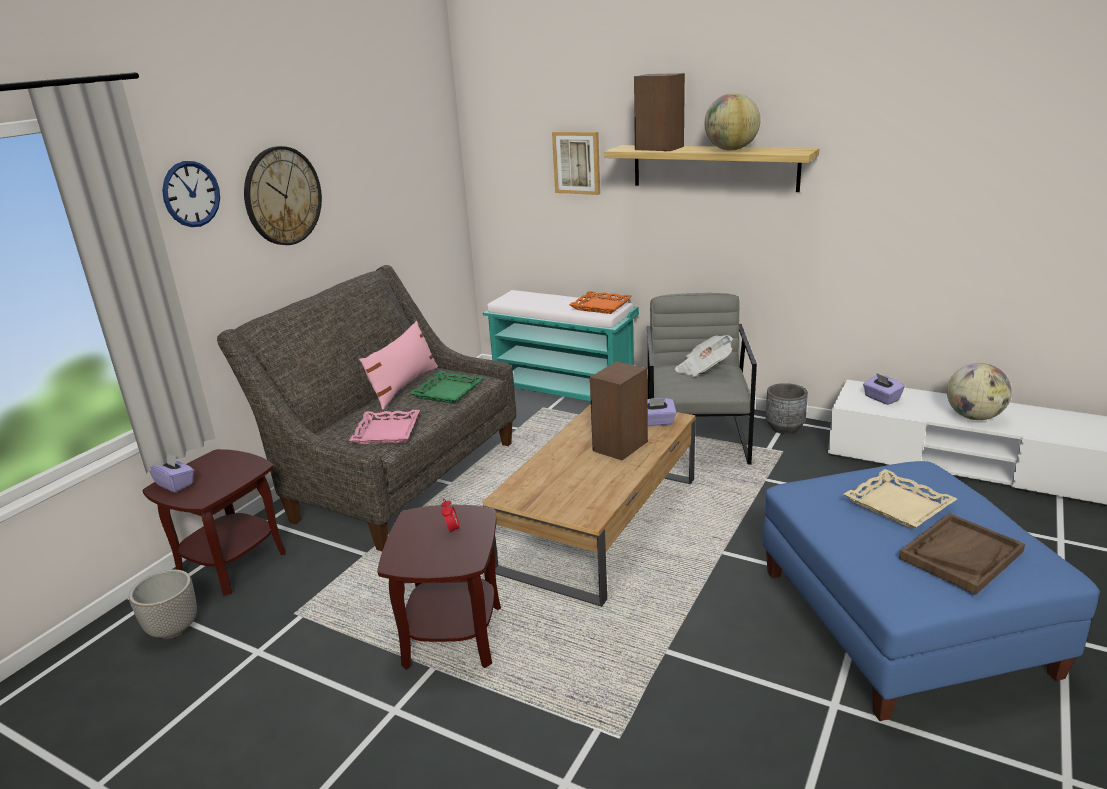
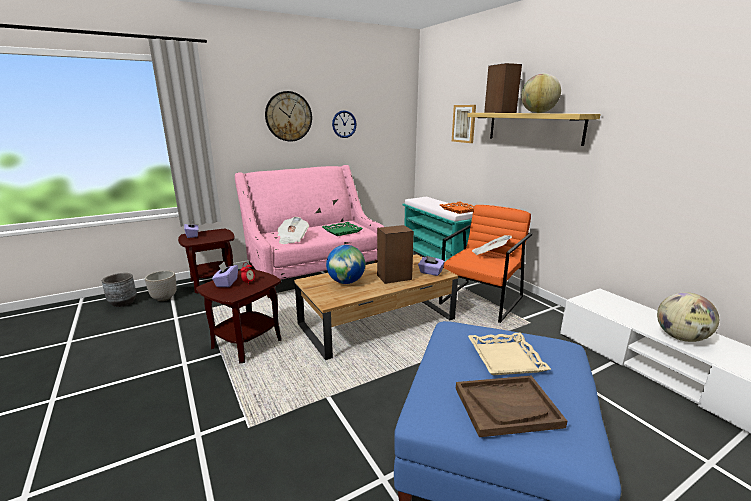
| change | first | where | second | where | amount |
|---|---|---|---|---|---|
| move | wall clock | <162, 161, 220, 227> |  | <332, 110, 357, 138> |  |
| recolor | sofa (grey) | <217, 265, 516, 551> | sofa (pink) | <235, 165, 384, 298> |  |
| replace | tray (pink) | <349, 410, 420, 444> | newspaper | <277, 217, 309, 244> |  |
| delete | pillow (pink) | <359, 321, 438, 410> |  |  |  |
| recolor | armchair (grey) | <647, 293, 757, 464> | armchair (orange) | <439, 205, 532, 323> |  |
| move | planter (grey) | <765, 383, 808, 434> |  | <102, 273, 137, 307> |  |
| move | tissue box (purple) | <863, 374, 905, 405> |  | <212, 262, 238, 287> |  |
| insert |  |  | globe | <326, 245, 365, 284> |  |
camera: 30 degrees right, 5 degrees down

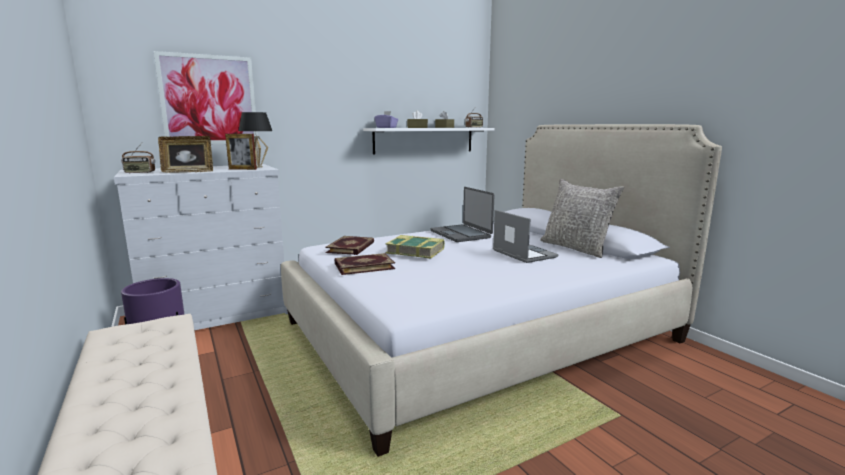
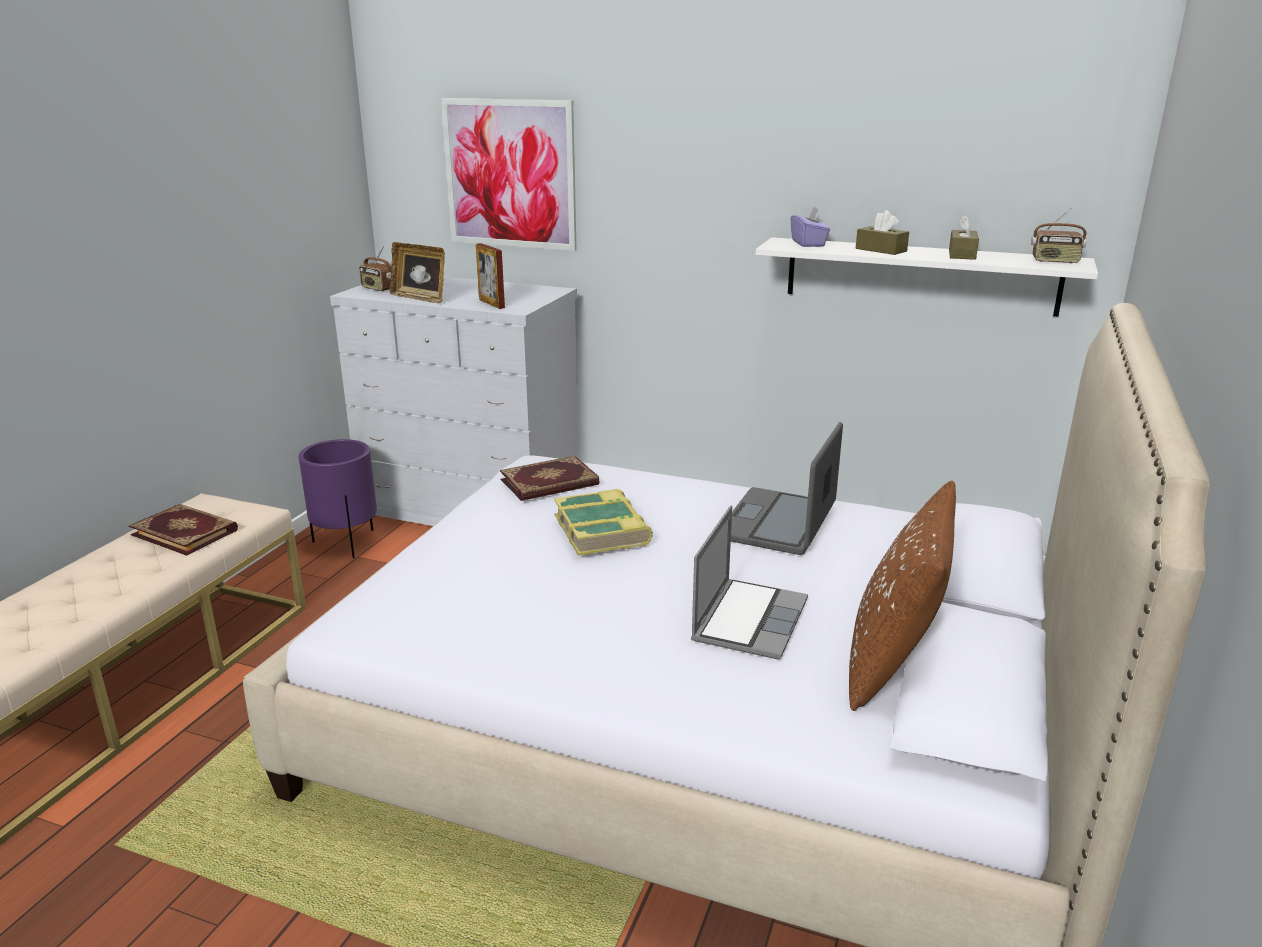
| change | first | where | second | where | amount |
|---|---|---|---|---|---|
| delete | table lamp (black) | <239, 112, 272, 168> |  |  |  |
| move | book | <335, 253, 395, 275> |  | <129, 504, 238, 556> |  |
| recolor | pillow (grey) | <540, 179, 624, 258> | pillow (brown) | <849, 481, 956, 711> |  |
camera: 50 degrees right, 10 degrees up

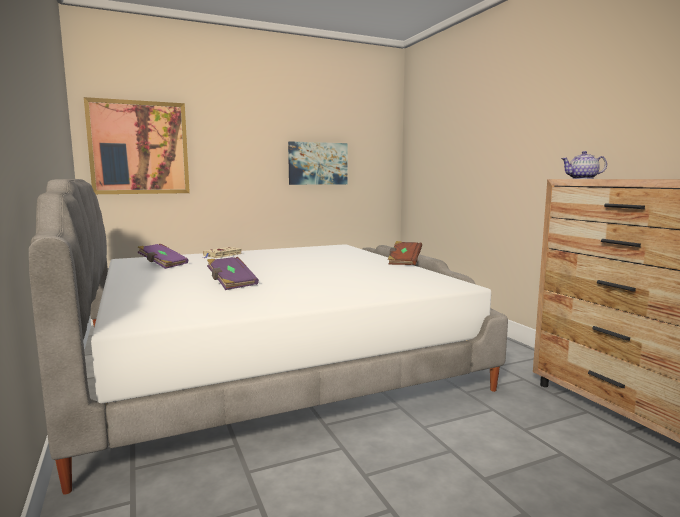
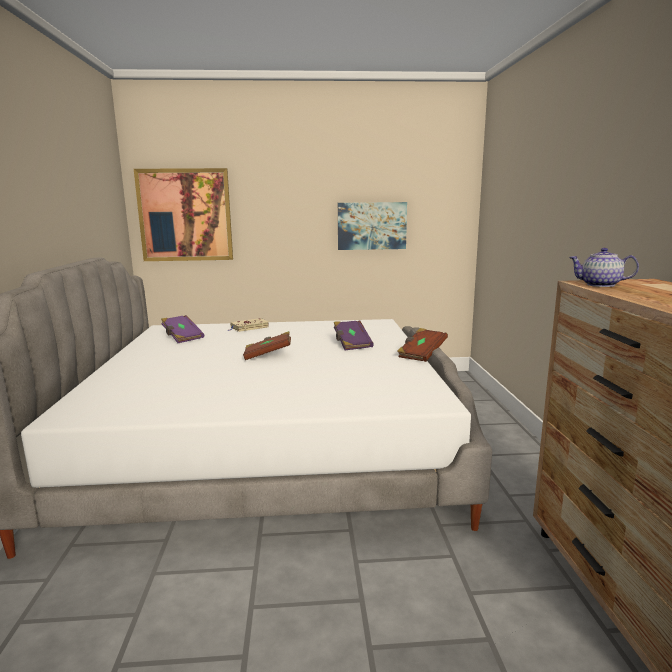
| change | first | where | second | where | amount |
|---|---|---|---|---|---|
| move | book (purple) | <207, 257, 259, 290> |  | <334, 320, 374, 350> |  |
| insert |  |  | book (brown) | <243, 331, 291, 360> |  |
camera: 20 degrees right, 5 degrees up

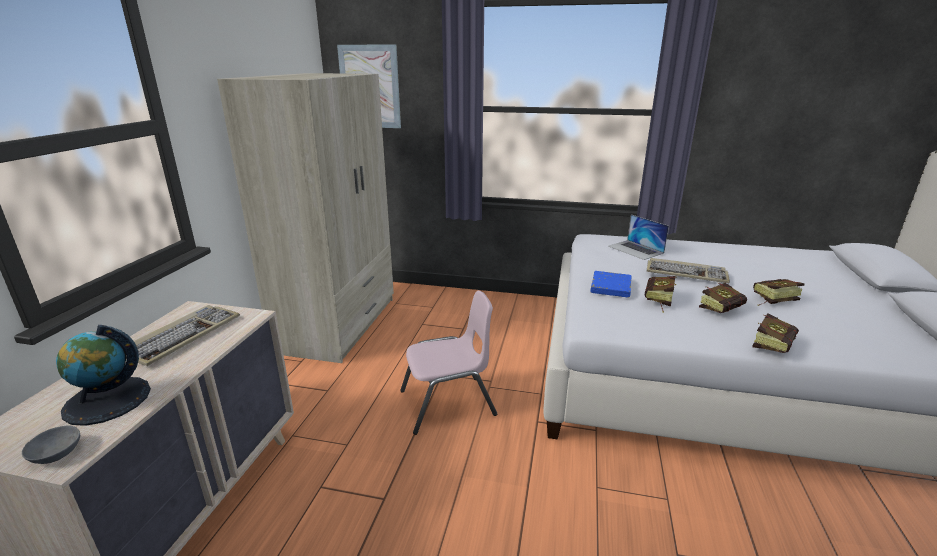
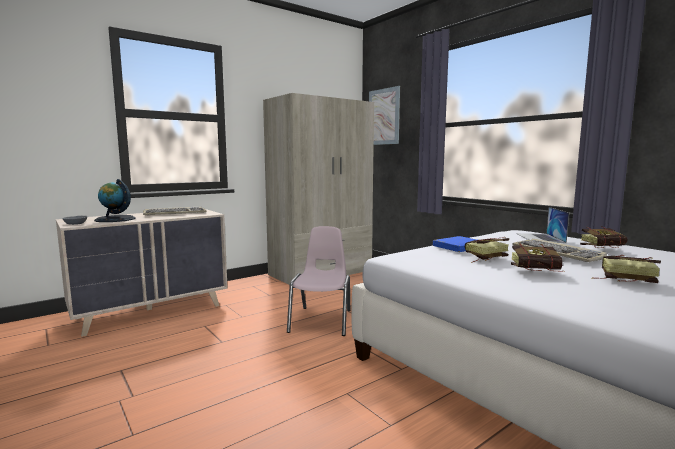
| change | first | where | second | where | amount |
|---|---|---|---|---|---|
| rotate | chair (pink) | <400, 290, 497, 435> |  | <287, 226, 350, 336> | 105 degrees counterclockwise |
| move | book | <753, 314, 799, 353> |  | <580, 226, 627, 248> |  |
camera: 40 degrees right, 15 degrees down

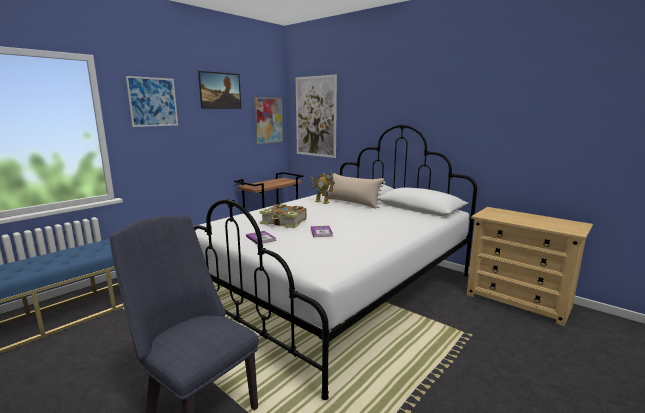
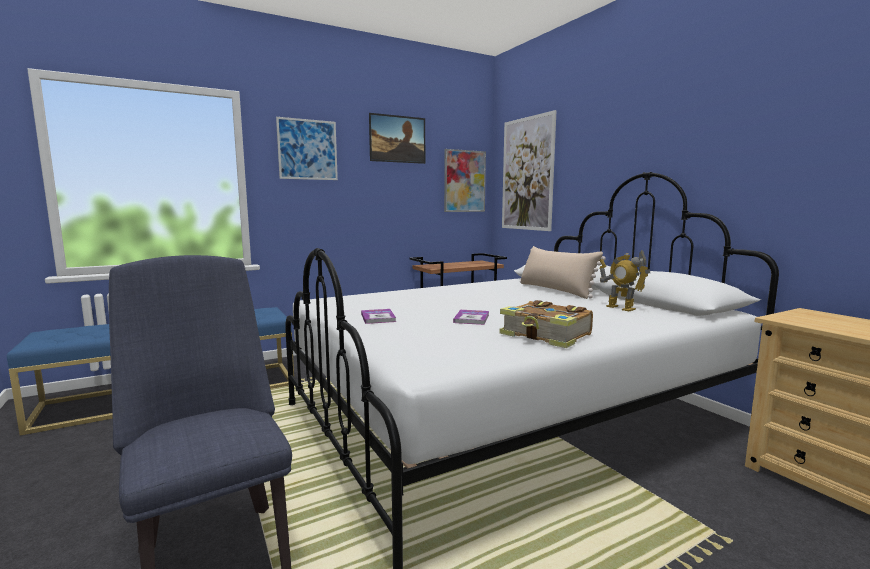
| change | first | where | second | where | amount |
|---|---|---|---|---|---|
| move | book | <260, 204, 307, 228> |  | <500, 300, 593, 348> |  |
| move | toy robot | <311, 172, 335, 204> |  | <599, 250, 650, 311> |  |
camera: 20 degrees right, 5 degrees down

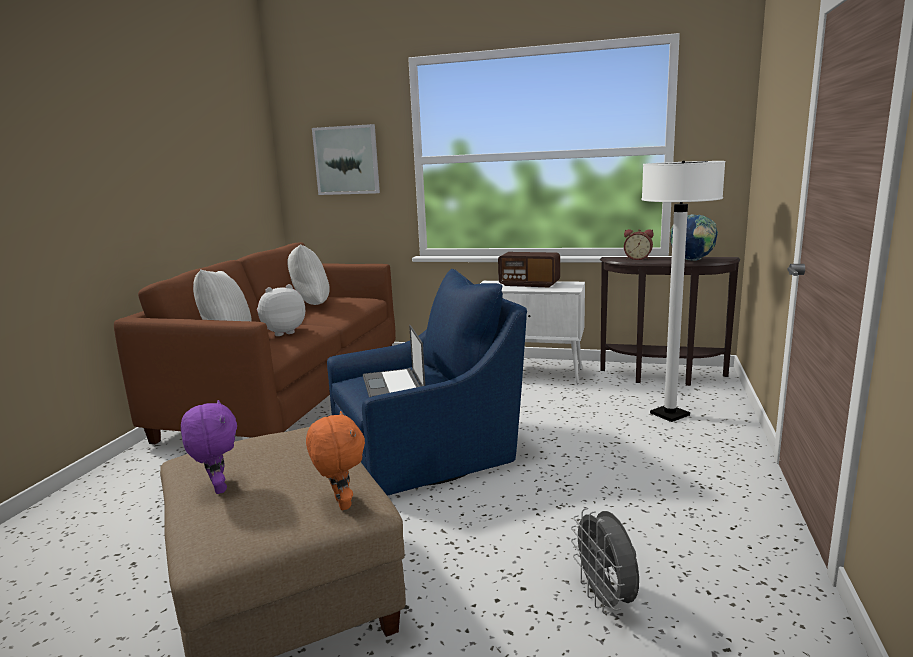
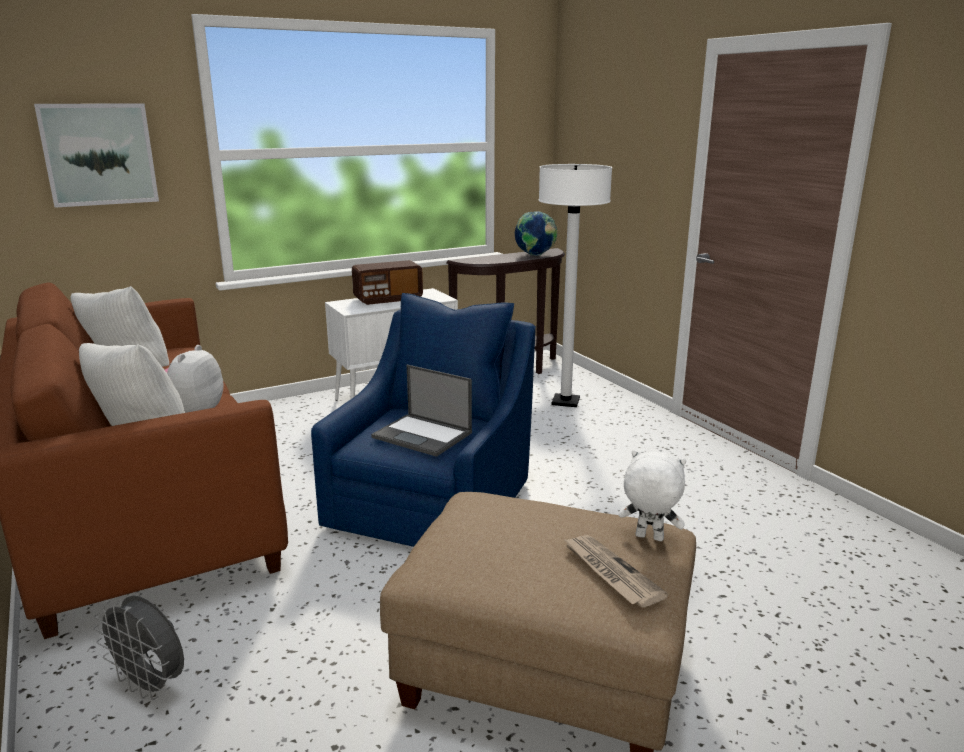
| change | first | where | second | where | amount |
|---|---|---|---|---|---|
| delete | plush toy (purple) | <181, 400, 237, 494> |  |  |  |
| recolor | plush toy (orange) | <306, 411, 365, 510> | plush toy (white) | <618, 450, 686, 541> |  |
| move | fan (grey) | <571, 508, 639, 614> |  | <94, 596, 184, 700> |  |
| delete | alarm clock | <624, 229, 654, 260> |  |  |  |
| insert |  |  | newspaper | <564, 535, 668, 608> |  |
camera: 45 degrees left, 5 degrees up

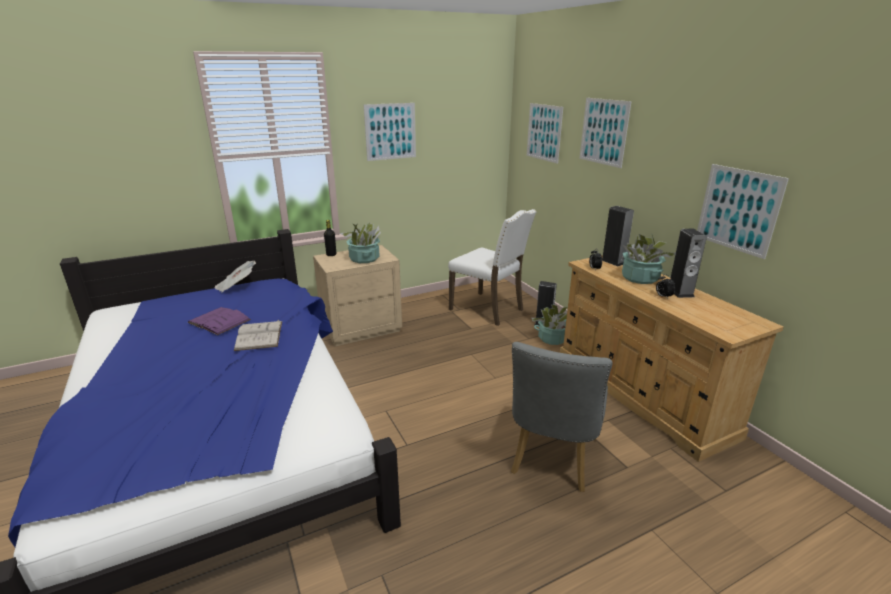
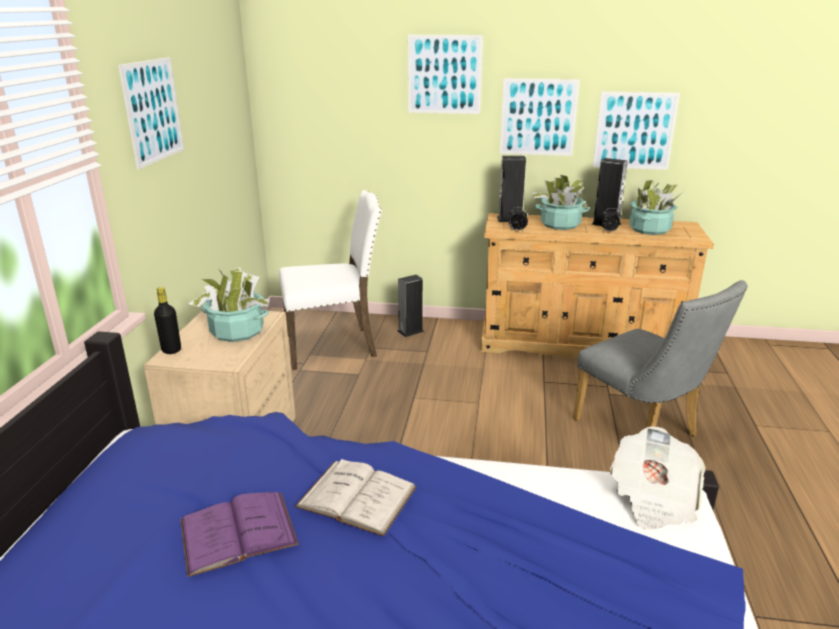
| change | first | where | second | where | amount |
|---|---|---|---|---|---|
| move | newspaper | <214, 261, 256, 293> |  | <610, 426, 706, 530> |  |
| move | picture | <527, 103, 563, 164> |  | <500, 78, 580, 156> |  |
| move | potted plant | <532, 304, 568, 345> |  | <629, 179, 683, 235> |  |
camera: 55 degrees left, 0 degrees up

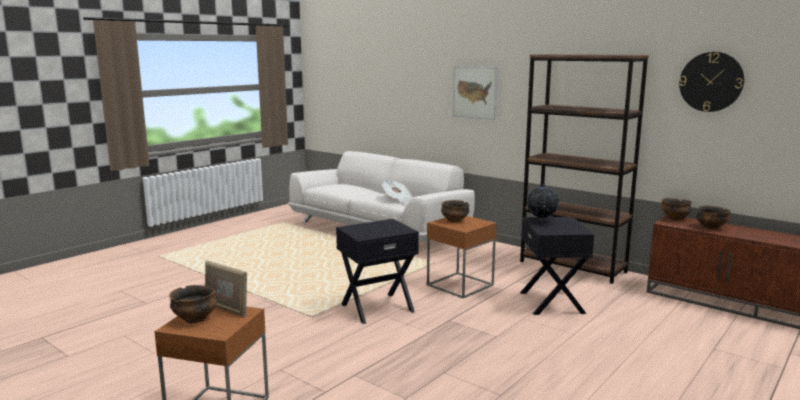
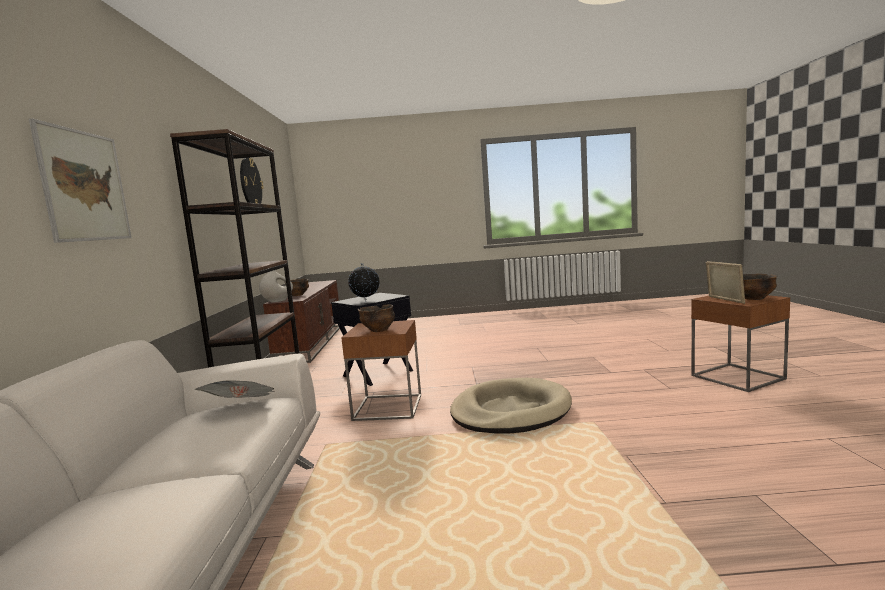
| change | first | where | second | where | amount |
|---|---|---|---|---|---|
| replace | side table (black) | <336, 219, 419, 324> | dog bed (beige) | <450, 378, 572, 434> |  |
| replace | bowl | <661, 198, 692, 220> | vase (white) | <259, 270, 293, 302> |  |
camera: 130 degrees left, 5 degrees down

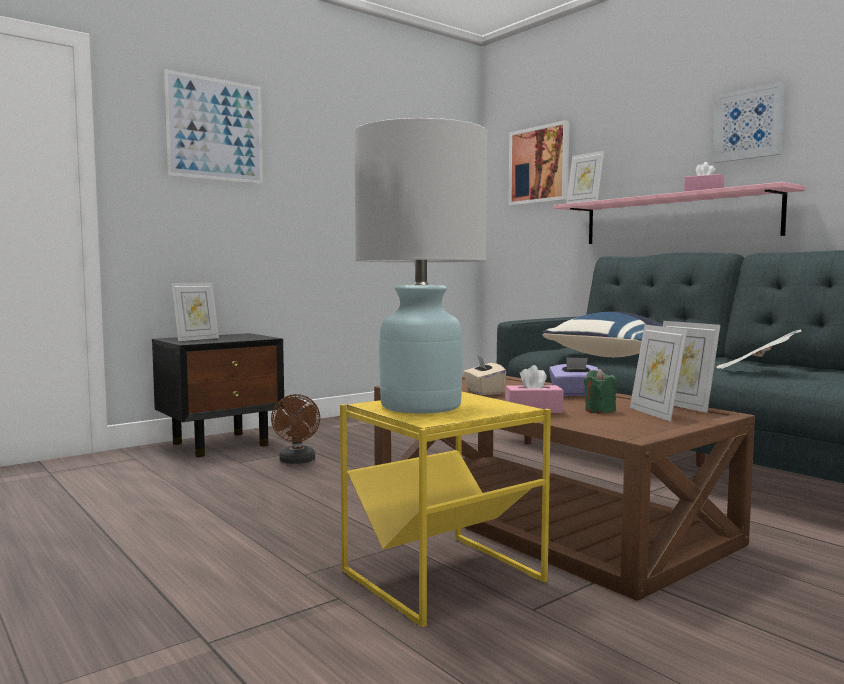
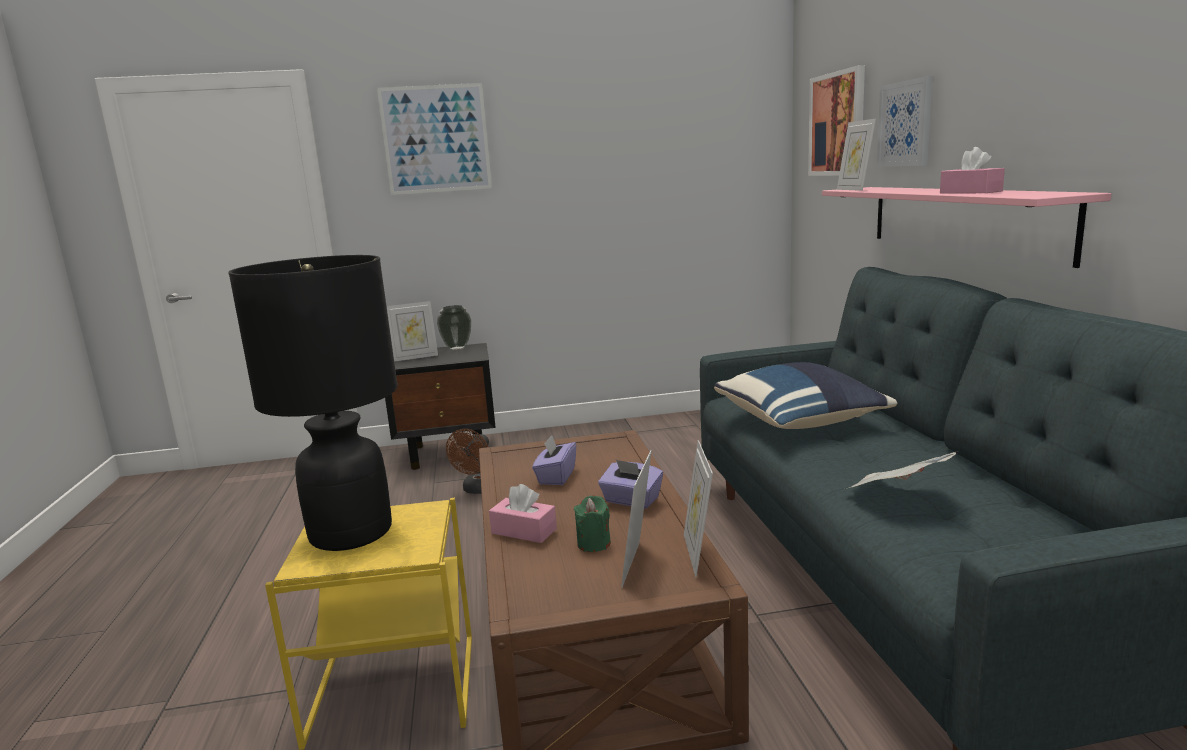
| change | first | where | second | where | amount |
|---|---|---|---|---|---|
| recolor | table lamp (white) | <354, 118, 488, 414> | table lamp (black) | <228, 255, 398, 551> |  |
| recolor | tissue box (beige) | <463, 355, 506, 395> | tissue box (purple) | <532, 435, 576, 485> |  |
| move | picture | <713, 81, 786, 163> |  | <877, 76, 932, 167> |  |
| insert |  |  | vase | <437, 305, 471, 350> |  |
camera: 30 degrees right, 10 degrees up

